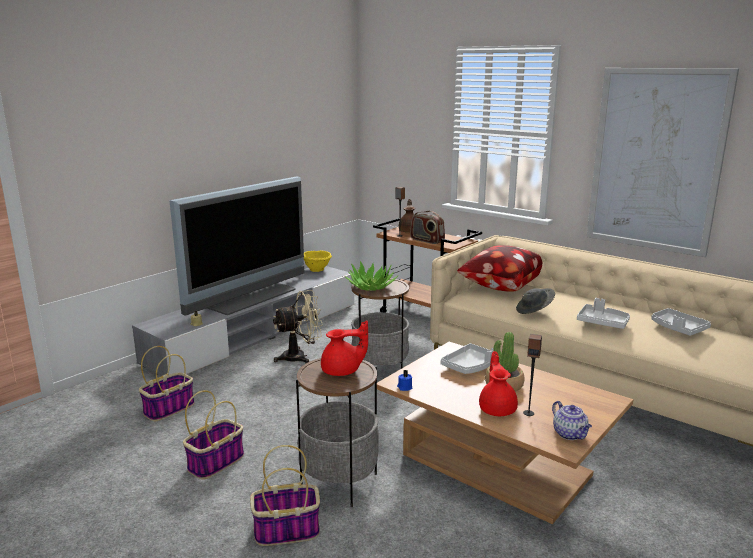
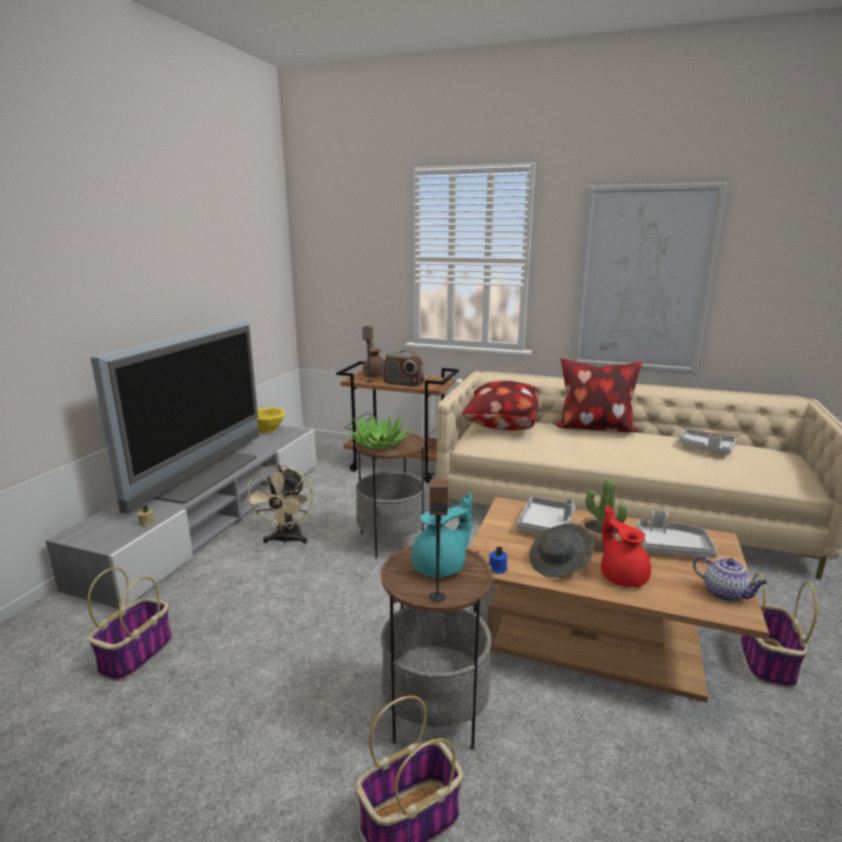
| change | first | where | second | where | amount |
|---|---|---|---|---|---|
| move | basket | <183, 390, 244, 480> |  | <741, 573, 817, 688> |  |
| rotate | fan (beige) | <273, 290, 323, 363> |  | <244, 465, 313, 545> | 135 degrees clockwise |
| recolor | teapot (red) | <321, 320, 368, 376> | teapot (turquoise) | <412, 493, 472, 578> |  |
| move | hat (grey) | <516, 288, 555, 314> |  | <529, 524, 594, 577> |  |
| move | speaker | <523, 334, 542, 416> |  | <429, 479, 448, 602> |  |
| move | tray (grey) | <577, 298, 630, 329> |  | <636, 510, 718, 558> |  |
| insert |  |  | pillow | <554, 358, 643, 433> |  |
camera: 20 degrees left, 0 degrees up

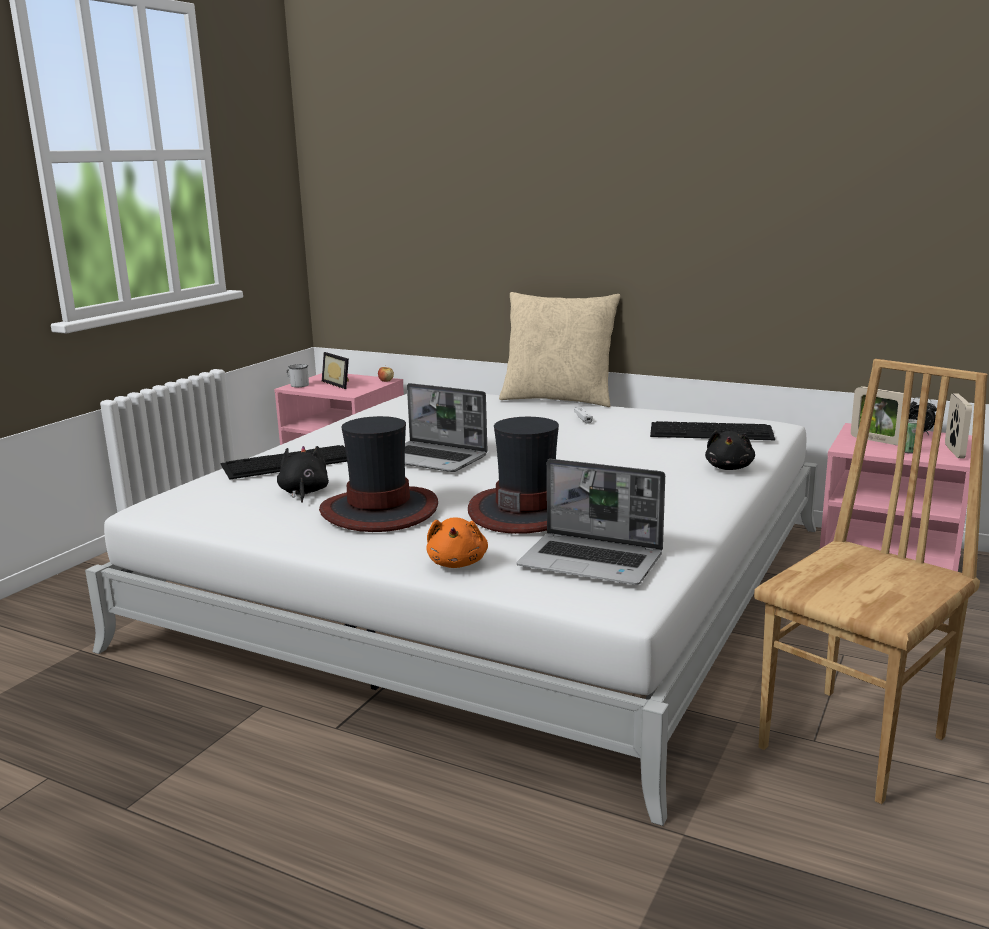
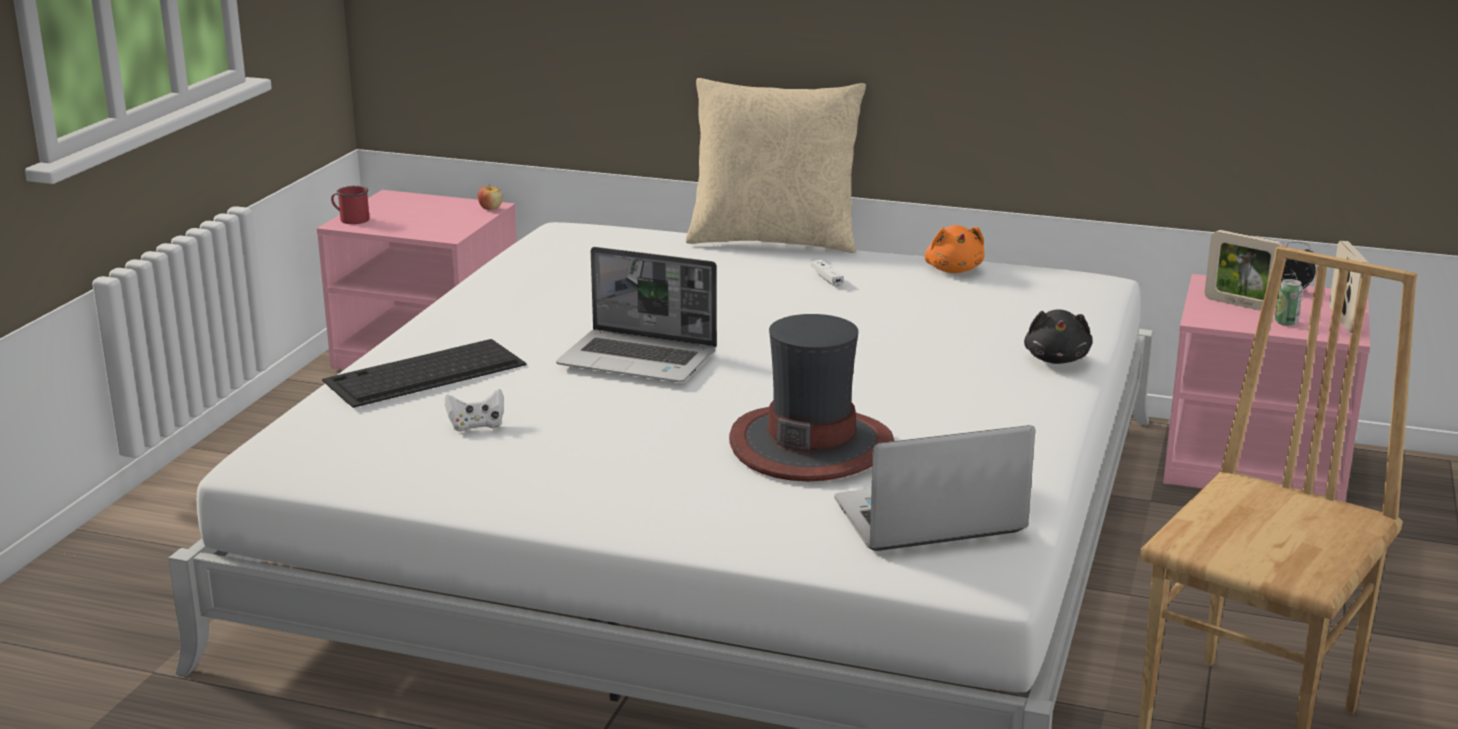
| change | first | where | second | where | amount |
|---|---|---|---|---|---|
| replace | plush toy (black) | <277, 446, 329, 502> | game controller (white) | <444, 389, 504, 432> |  |
| recolor | mug (white) | <286, 364, 309, 387> | mug (red) | <331, 186, 369, 224> |  |
| delete | hat | <319, 416, 438, 532> |  |  |  |
| delete | picture frame | <322, 352, 349, 389> |  |  |  |
| move | plush toy (orange) | <426, 517, 488, 568> |  | <925, 225, 984, 273> |  |
| rotate | laptop | <517, 459, 665, 585> |  | <834, 425, 1035, 551> | 150 degrees clockwise |
| delete | keyboard | <650, 421, 775, 440> |  |  |  |
camera: 10 degrees left, 5 degrees up

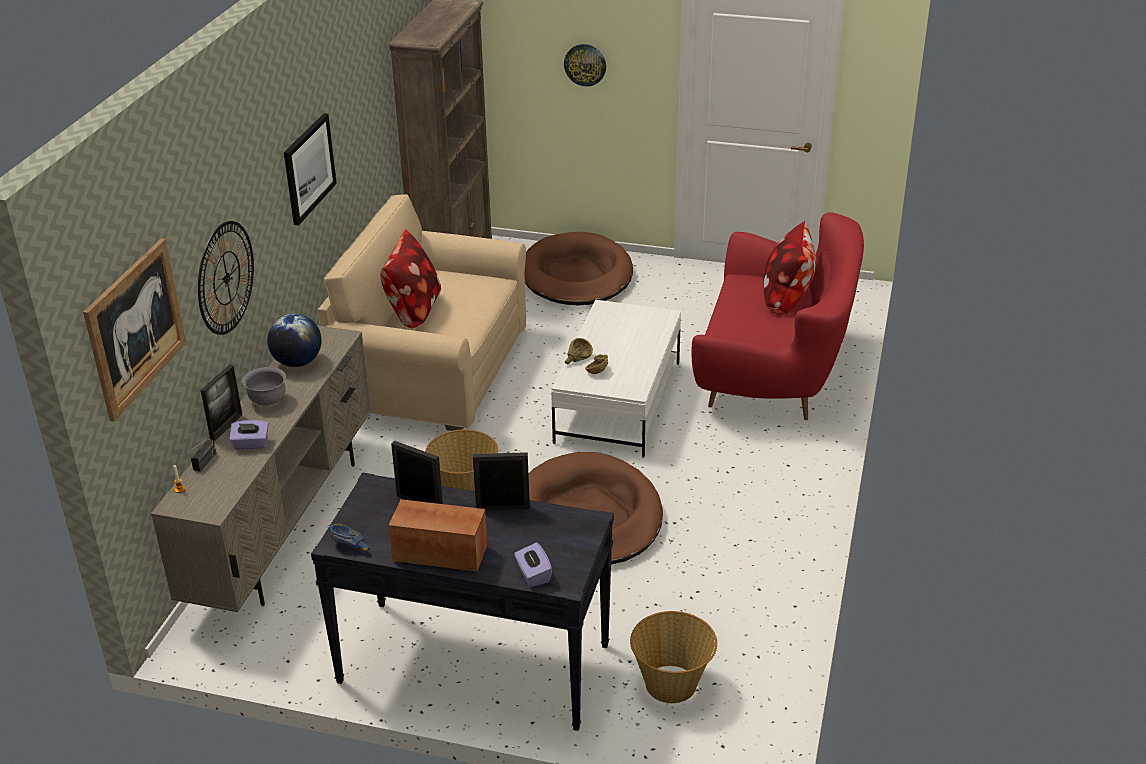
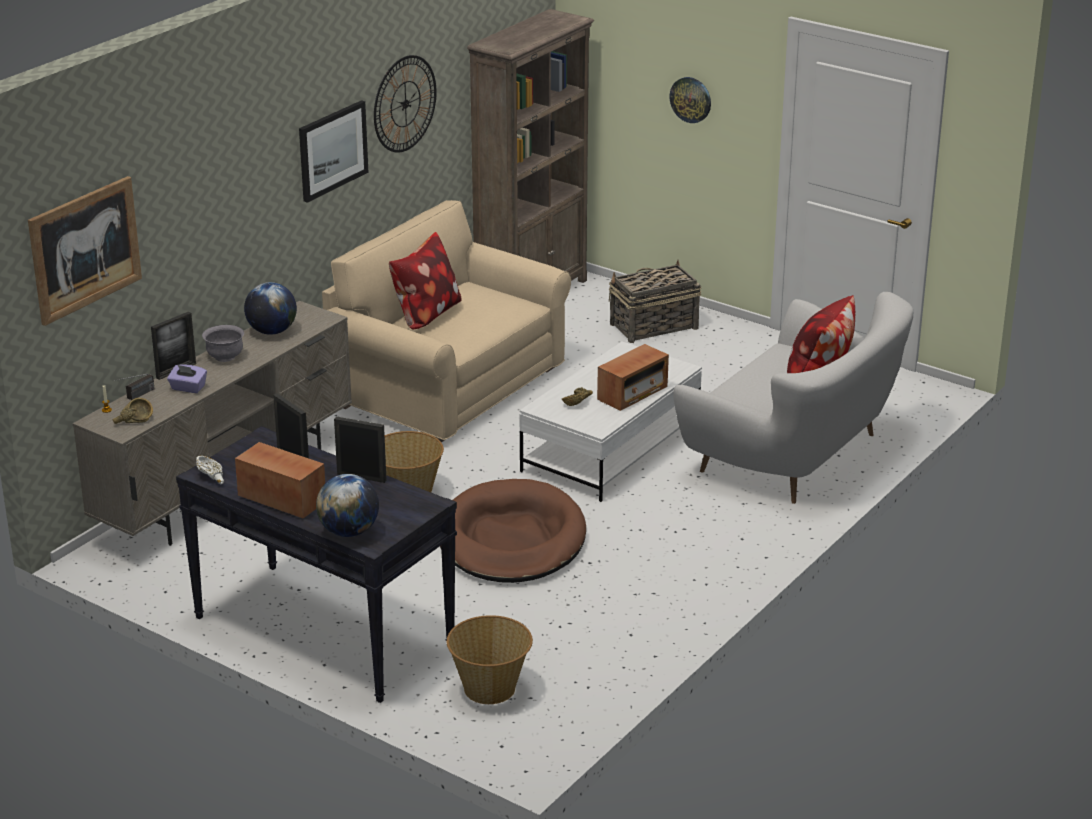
| change | first | where | second | where | amount |
|---|---|---|---|---|---|
| move | wall clock | <198, 221, 254, 335> |  | <374, 55, 436, 153> |  |
| recolor | bowl (blue) | <330, 524, 370, 552> | bowl (white) | <196, 456, 224, 484> |  |
| replace | tissue box (purple) | <514, 542, 552, 587> | globe | <316, 474, 379, 537> |  |
| replace | dog bed (brown) | <524, 232, 633, 305> | basket | <609, 260, 701, 343> |  |
| move | bowl (brown) | <565, 338, 593, 364> |  | <113, 398, 153, 424> |  |
| recolor | sofa (red) | <692, 212, 864, 420> | sofa (white) | <674, 292, 913, 504> |  |
| insert |  |  | radio | <597, 344, 669, 411> |  |
camera: 20 degrees right, 5 degrees down

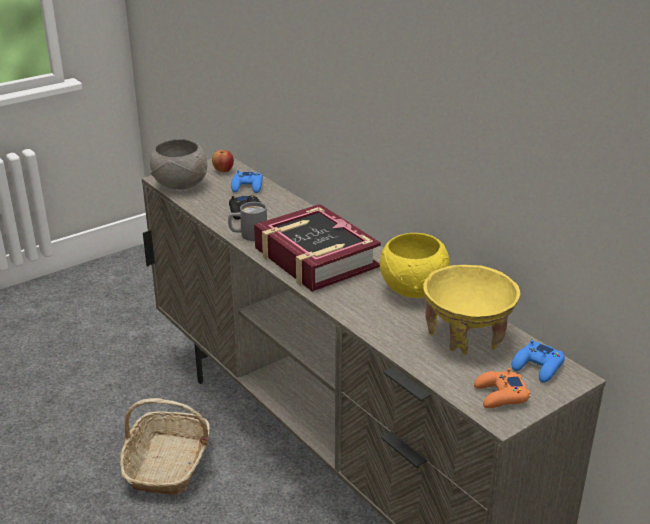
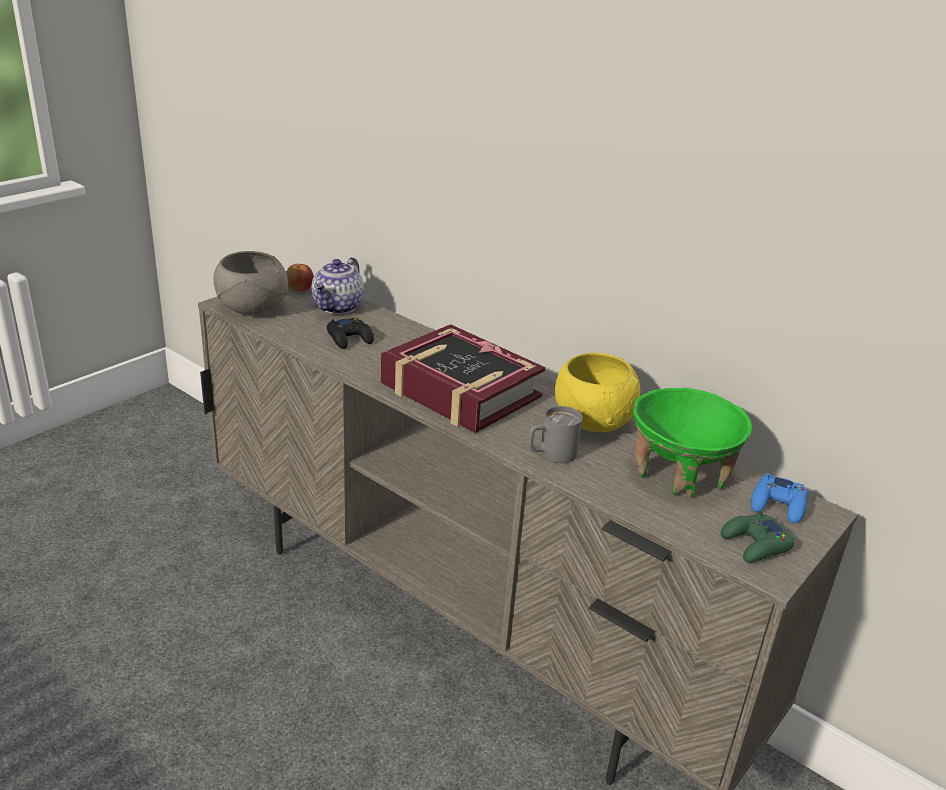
| change | first | where | second | where | amount |
|---|---|---|---|---|---|
| delete | basket | <120, 398, 210, 495> |  |  |  |
| move | mug (grey) | <228, 202, 267, 241> |  | <528, 406, 583, 463> |  |
| replace | game controller (blue) | <231, 170, 263, 193> | teapot | <311, 257, 364, 315> |  |
| recolor | bowl (yellow) | <423, 265, 520, 355> | bowl (green) | <633, 388, 752, 497> |  |
| recolor | game controller (orange) | <474, 368, 530, 408> | game controller (green) | <721, 510, 795, 563> |  |
camera: 15 degrees left, 0 degrees up

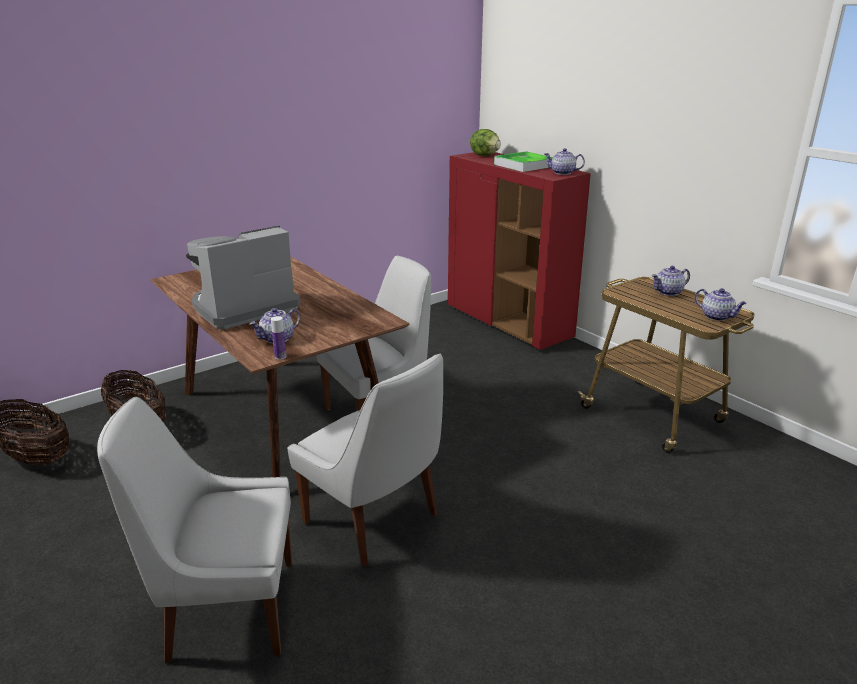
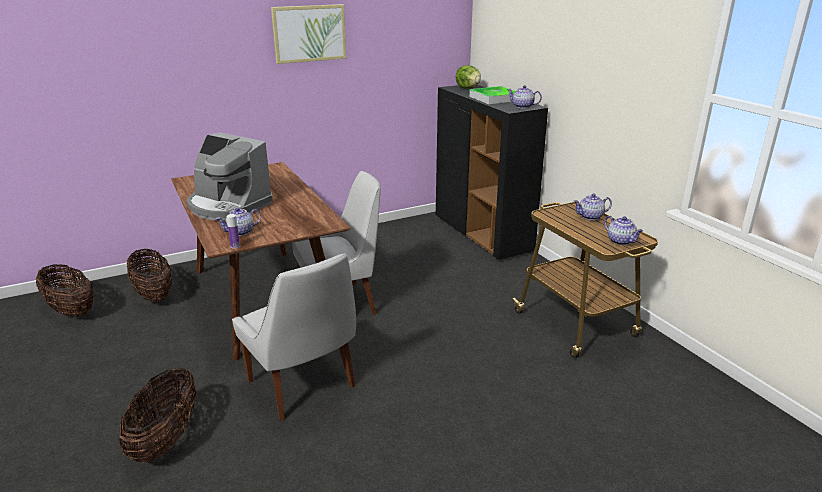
| change | first | where | second | where | amount |
|---|---|---|---|---|---|
| replace | chair (white) | <97, 397, 292, 663> | basket | <119, 367, 196, 463> |  |
| rotate | coffee machine | <186, 226, 301, 329> |  | <187, 132, 273, 221> | 120 degrees counterclockwise |
| recolor | cabinet (red) | <448, 152, 591, 351> | cabinet (black) | <436, 85, 548, 261> |  |
| insert |  |  | picture | <271, 4, 346, 64> |  |
camera: 10 degrees right, 0 degrees up

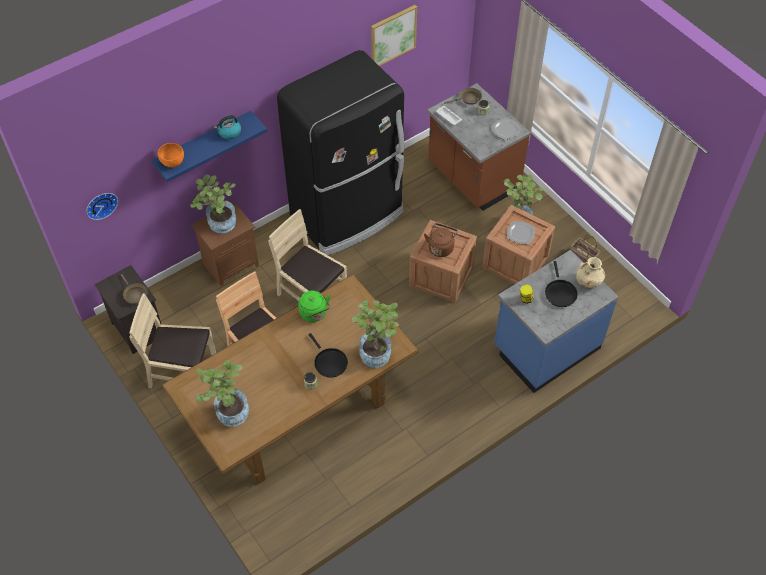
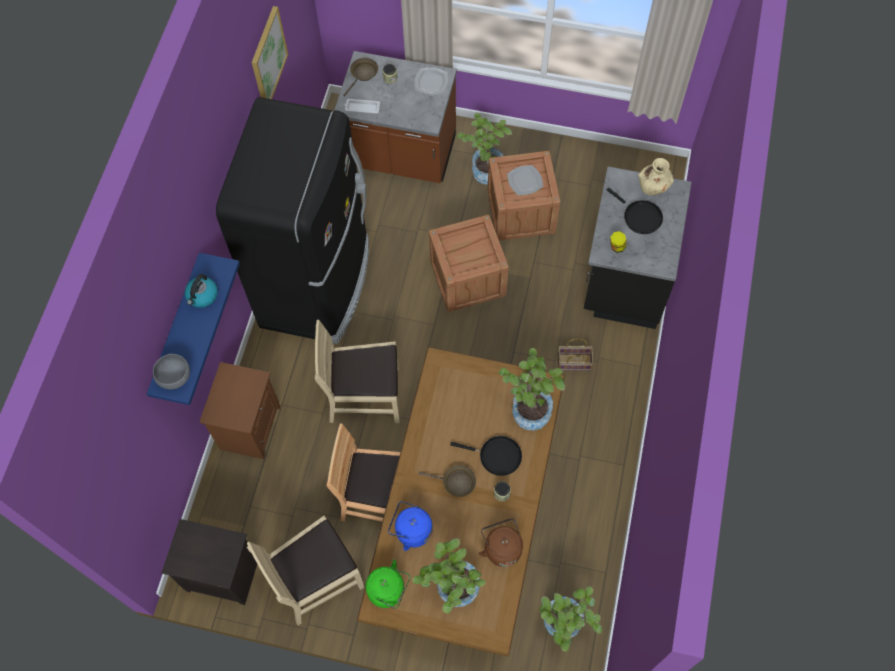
| change | first | where | second | where | amount |
|---|---|---|---|---|---|
| delete | wall clock | <86, 193, 118, 220> |  |  |  |
| move | frying pan (brown) | <121, 274, 148, 304> |  | <419, 465, 476, 497> |  |
| recolor | bowl (orange) | <158, 143, 184, 167> | bowl (grey) | <153, 354, 190, 389> |  |
| move | potted plant | <190, 174, 236, 233> |  | <539, 587, 602, 652> |  |
| move | kettle (green) | <298, 291, 330, 322> |  | <366, 559, 410, 609> |  |
| move | kettle (brown) | <424, 223, 458, 257> |  | <479, 518, 523, 567> |  |
| recolor | counter (blue) | <494, 250, 618, 393> | counter (black) | <584, 167, 692, 329> |  |
| move | basket | <570, 234, 600, 263> |  | <558, 339, 593, 371> |  |
| insert |  |  | kettle (blue) | <388, 501, 433, 551> |  |
camera: 40 degrees left, 10 degrees up

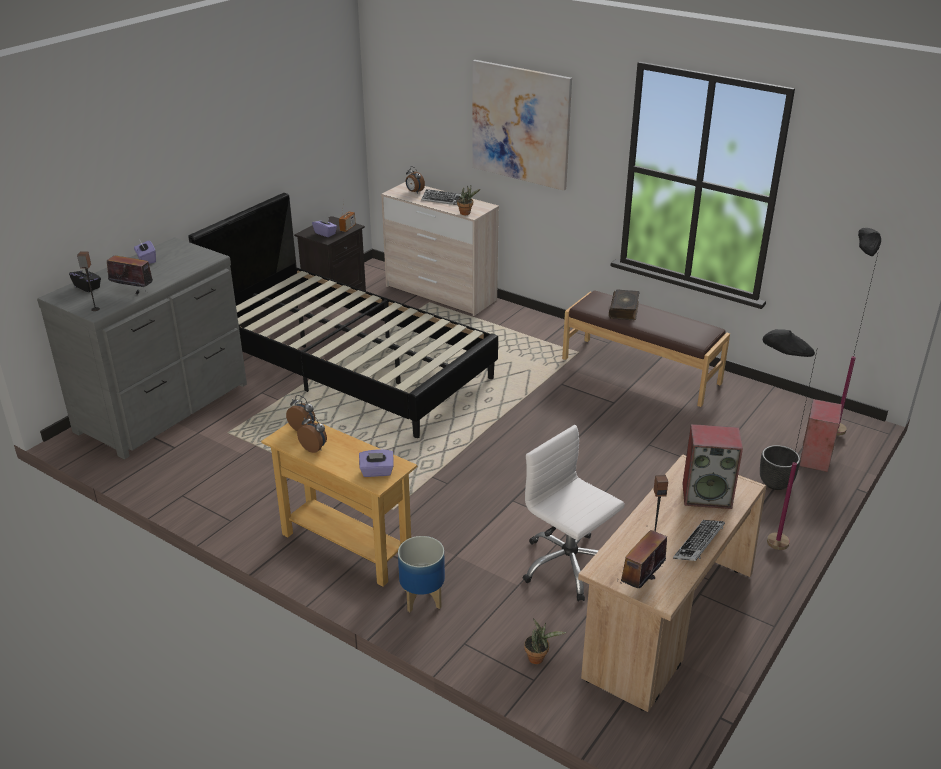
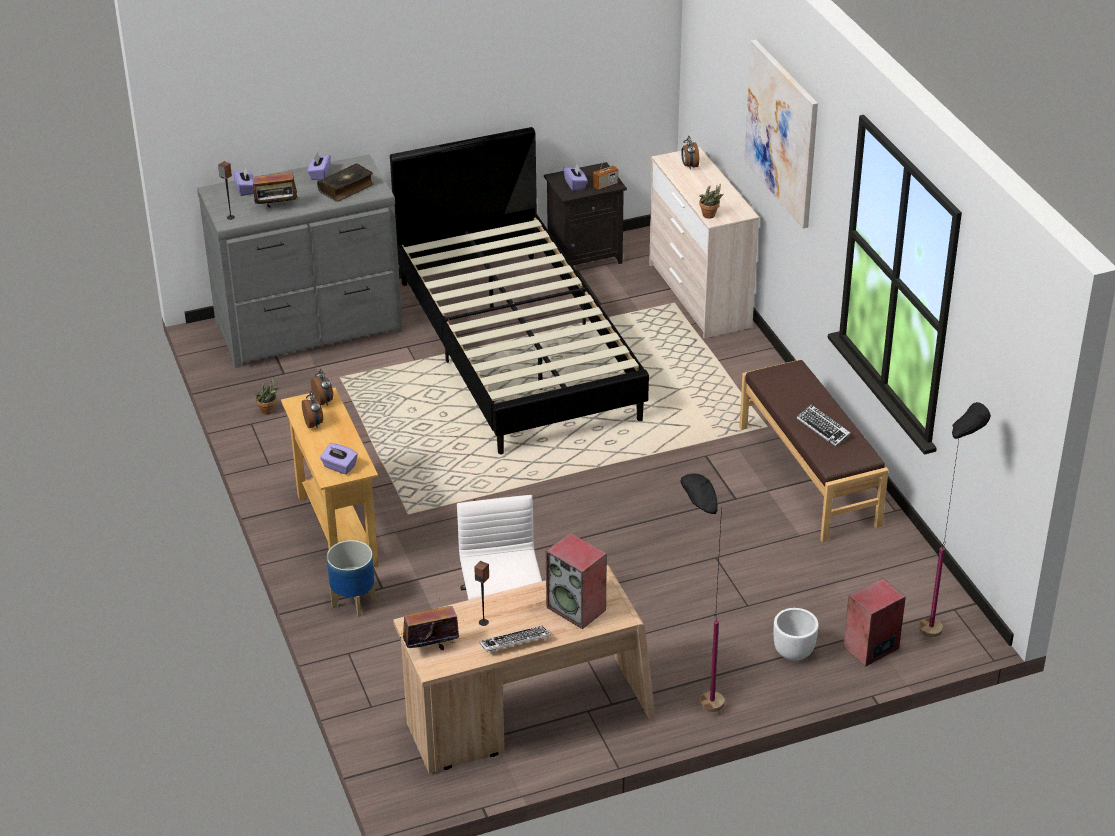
| change | first | where | second | where | amount |
|---|---|---|---|---|---|
| recolor | tissue box (black) | <69, 268, 101, 292> | tissue box (purple) | <233, 167, 254, 196> |  |
| rotate | radio | <107, 256, 153, 294> |  | <252, 172, 298, 208> | 120 degrees clockwise |
| move | keyboard | <421, 189, 461, 205> |  | <797, 404, 851, 447> |  |
| move | potted plant | <524, 618, 566, 664> |  | <255, 379, 279, 415> |  |
| move | book | <609, 289, 640, 320> |  | <317, 163, 374, 202> |  |
| recolor | planter (black) | <760, 445, 801, 490> | planter (white) | <774, 608, 819, 661> |  |
camera: 35 degrees right, 5 degrees up

